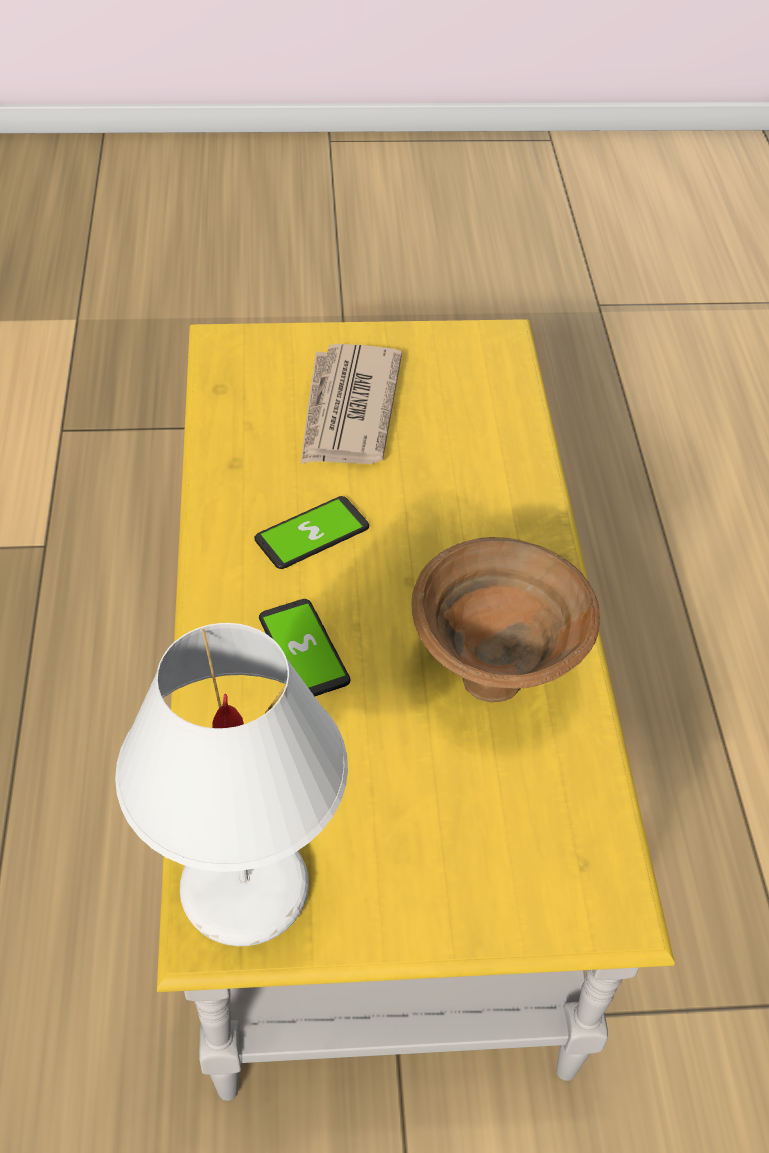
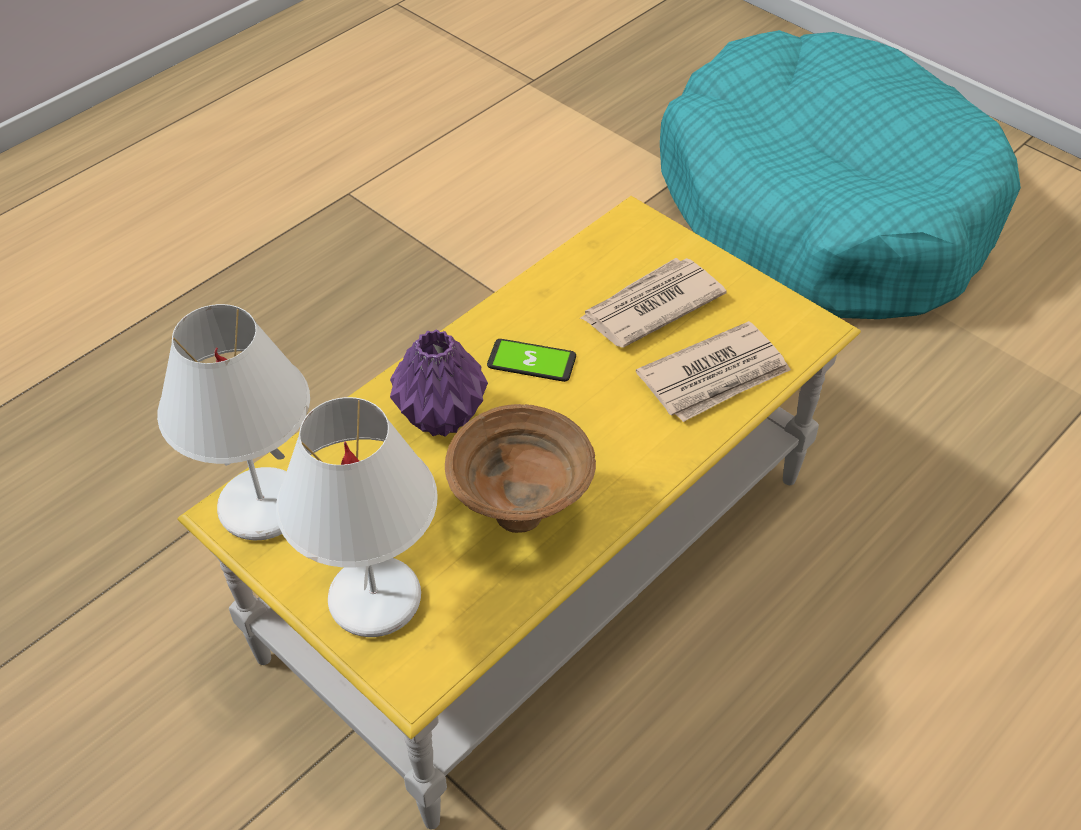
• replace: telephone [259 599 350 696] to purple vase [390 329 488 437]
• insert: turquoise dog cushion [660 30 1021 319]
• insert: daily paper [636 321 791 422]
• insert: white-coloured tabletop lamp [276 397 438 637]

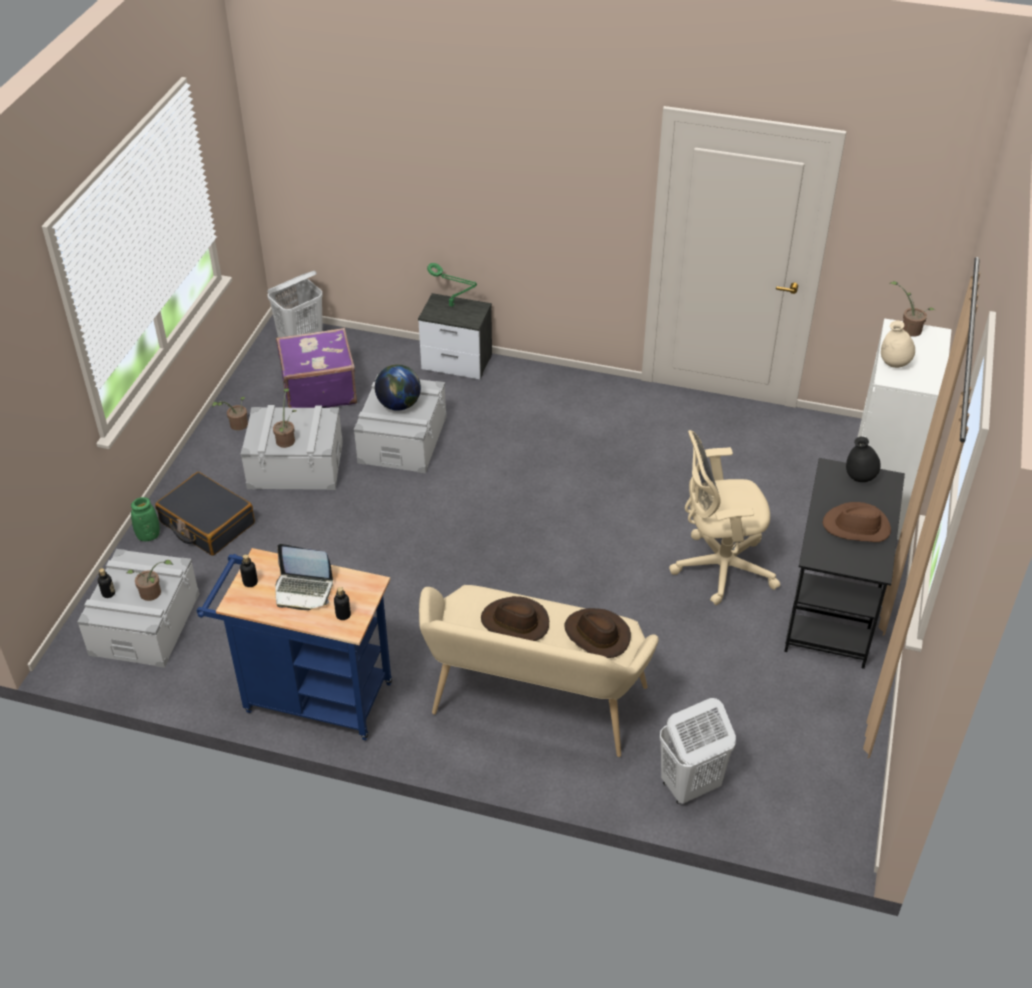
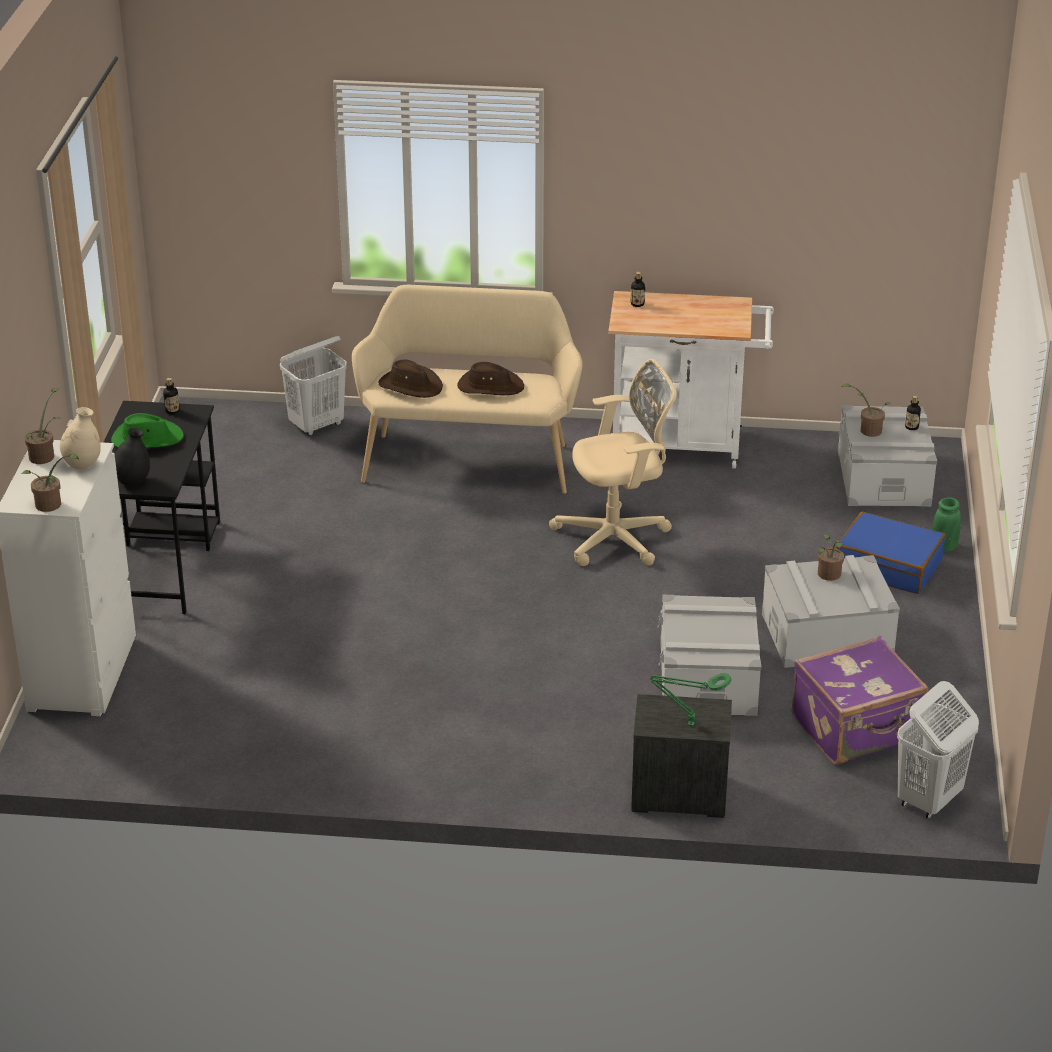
• delete: globe [375 364 421 411]
• move: plant in a pot [212 397 248 431] to [25 388 61 464]
• move: sand-coloured office chair [669 430 780 605] to [549 359 677 566]
• recolor: black-coloured travel case [155 472 255 556] to blue-coloured travel case [836 512 946 594]
• recolor: brown clothing hat [823 502 891 542] to green-coloured clothing hat [111 413 184 447]
• delete: laptop [275 544 333 610]
• recolor: blue-coloured trolley [197 548 392 740] to white-coloured trolley [608 291 774 469]
• move: bottle [240 554 258 587] to [163 378 179 414]

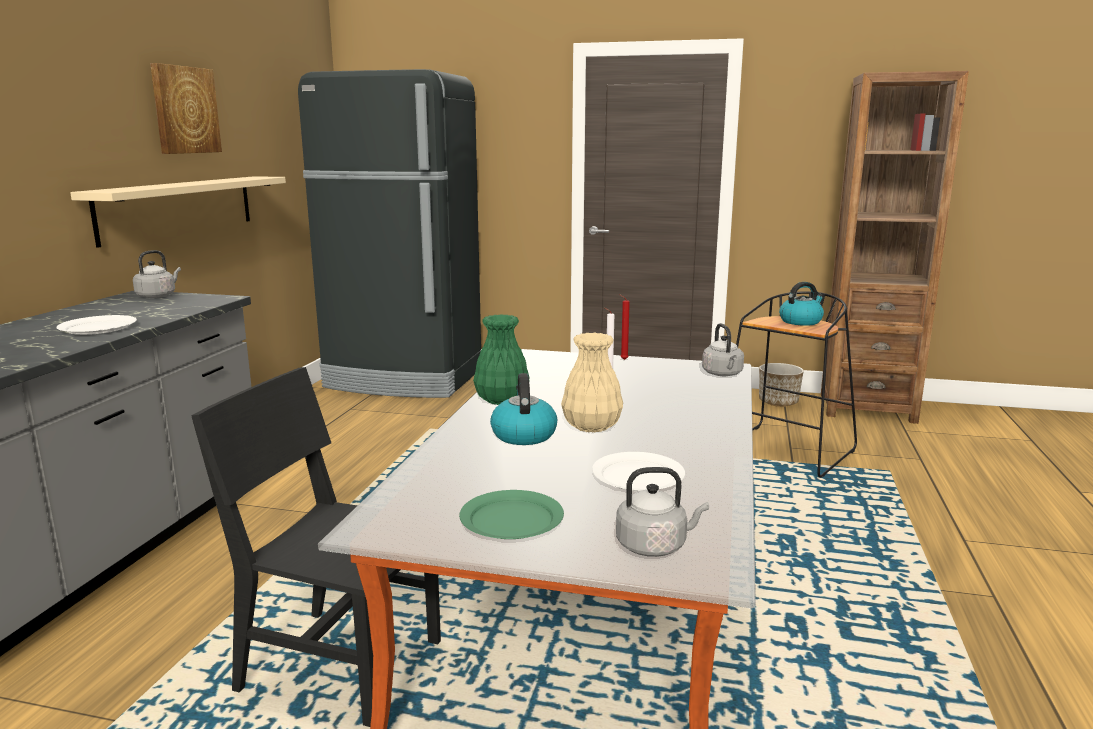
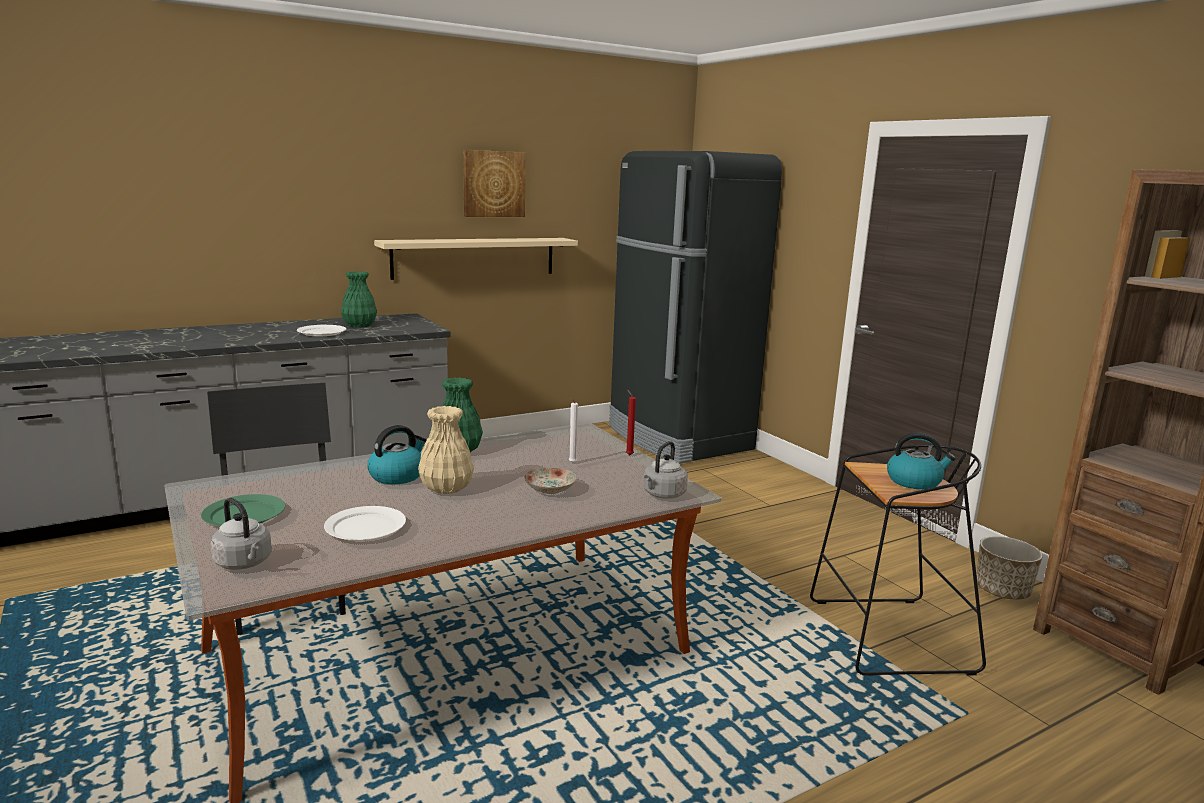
• delete: grey tea kettle [133 250 181 298]
• insert: green-coloured vase [341 271 377 327]
• insert: dinner plate [524 467 577 494]

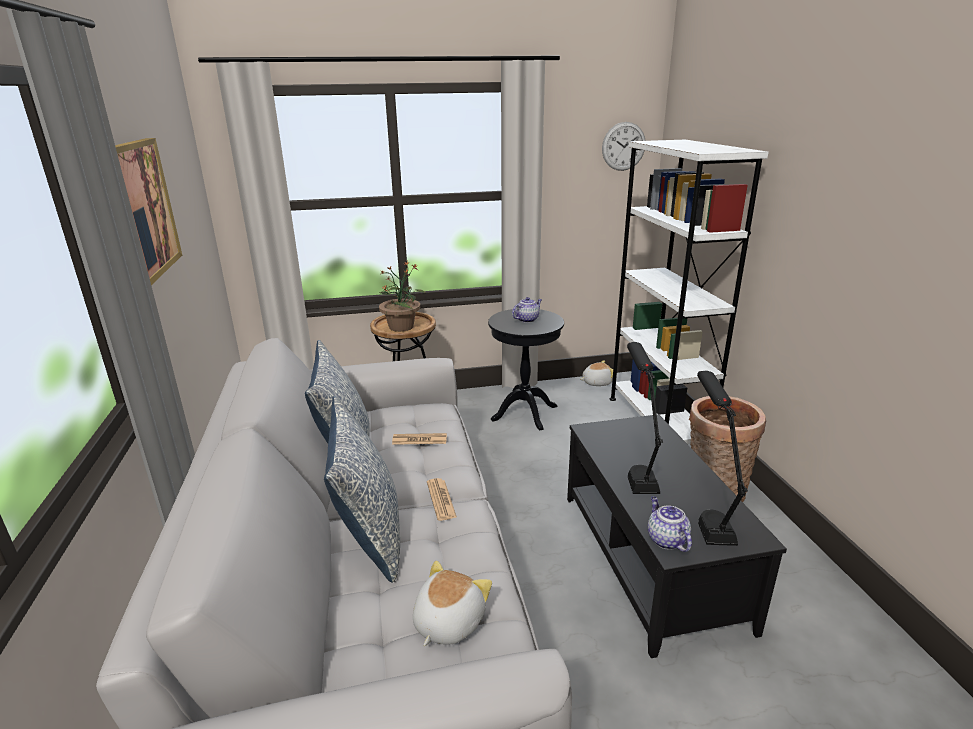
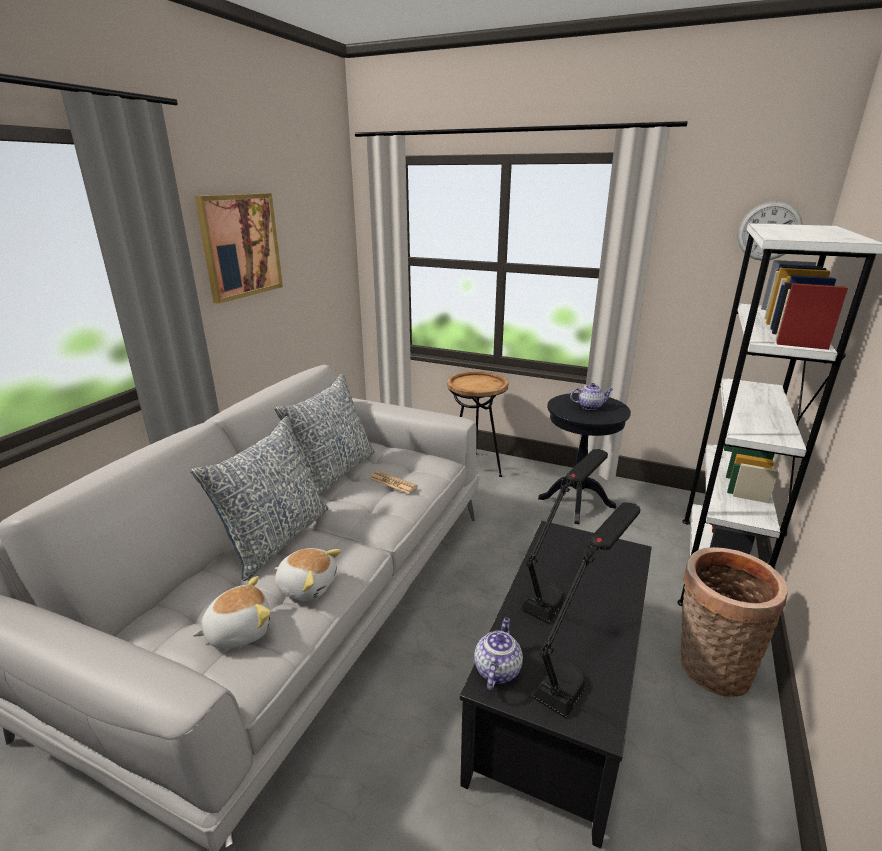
• delete: plant in a pot [379 261 425 332]
• move: plush toy [580 360 613 386] to [274 548 341 601]
• delete: daily paper [427 478 457 521]

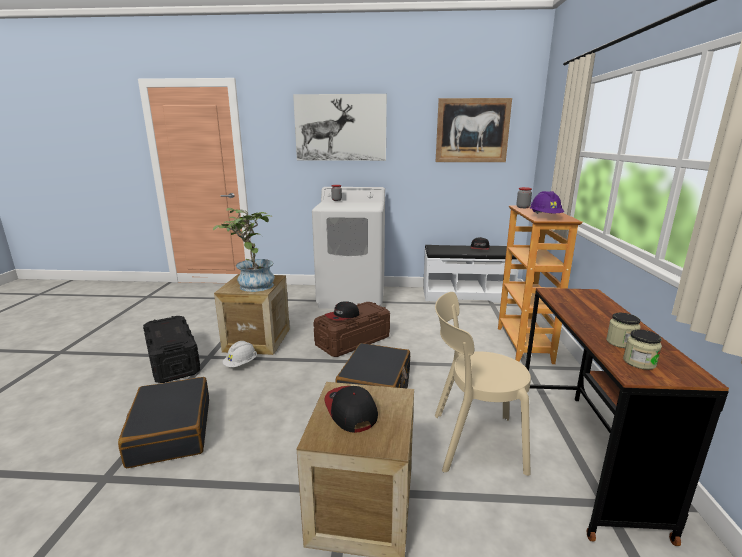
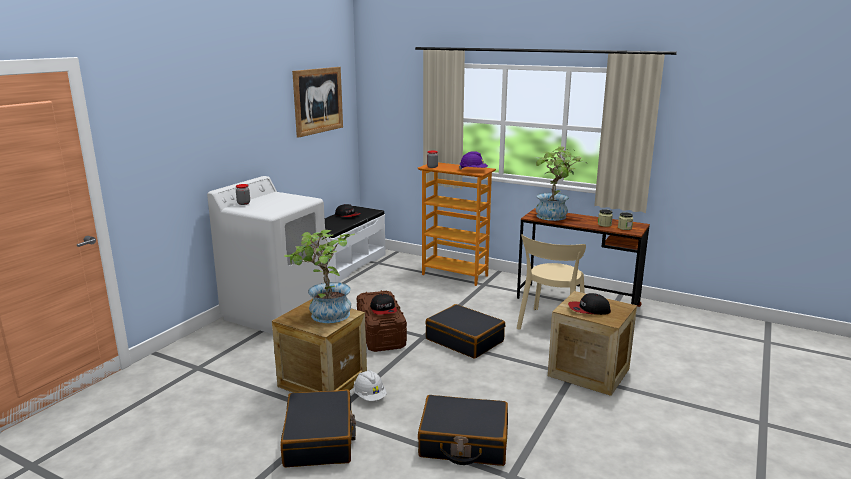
• delete: wall art [293 94 387 161]
• replace: black-coloured storage container [143 316 200 383] to black-coloured travel case [281 390 356 467]
• insert: plant in a pot [536 146 585 221]

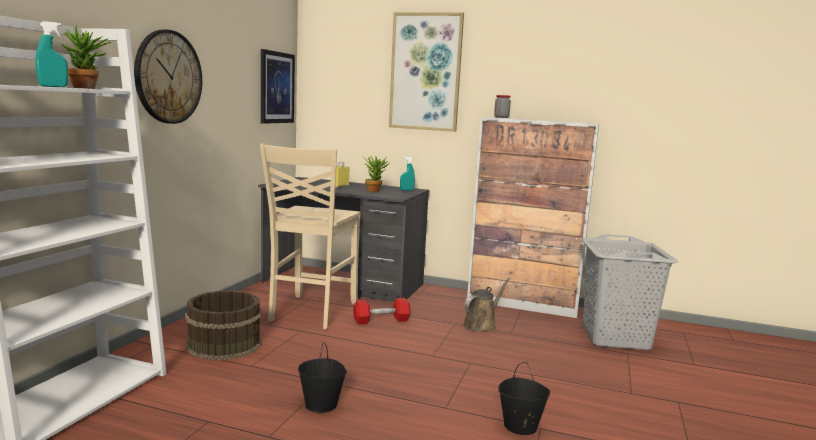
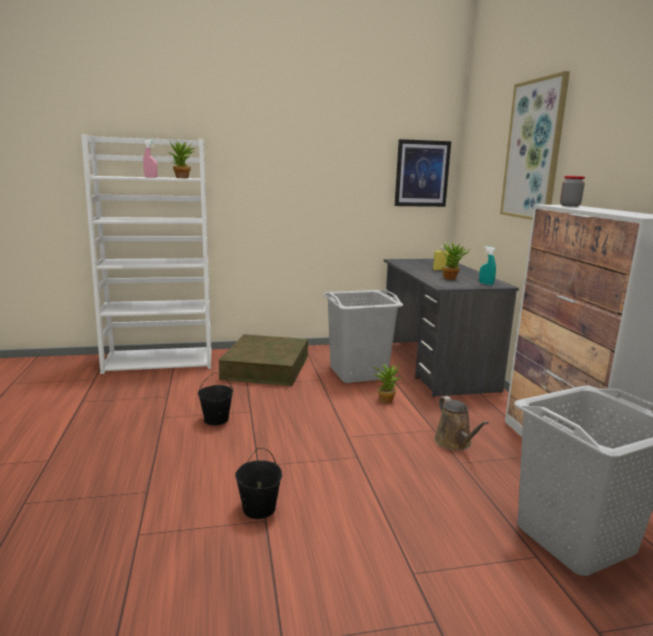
• recolor: turquoise spray bottle [36 21 68 87] to pink-coloured spray bottle [143 140 158 178]
• delete: wall clock [134 30 202 124]
• replace: sand-coloured upright chair [260 144 360 329] to grey hamper [323 290 403 383]
• rotate: brown watering pot [463 277 511 332] = [434 396 489 451] 60 degrees clockwise
• replace: brown water bucket [185 290 261 360] to brown storage container [219 334 308 386]
• replace: red hand weight [353 298 410 325] to plant in a pot [374 364 402 403]

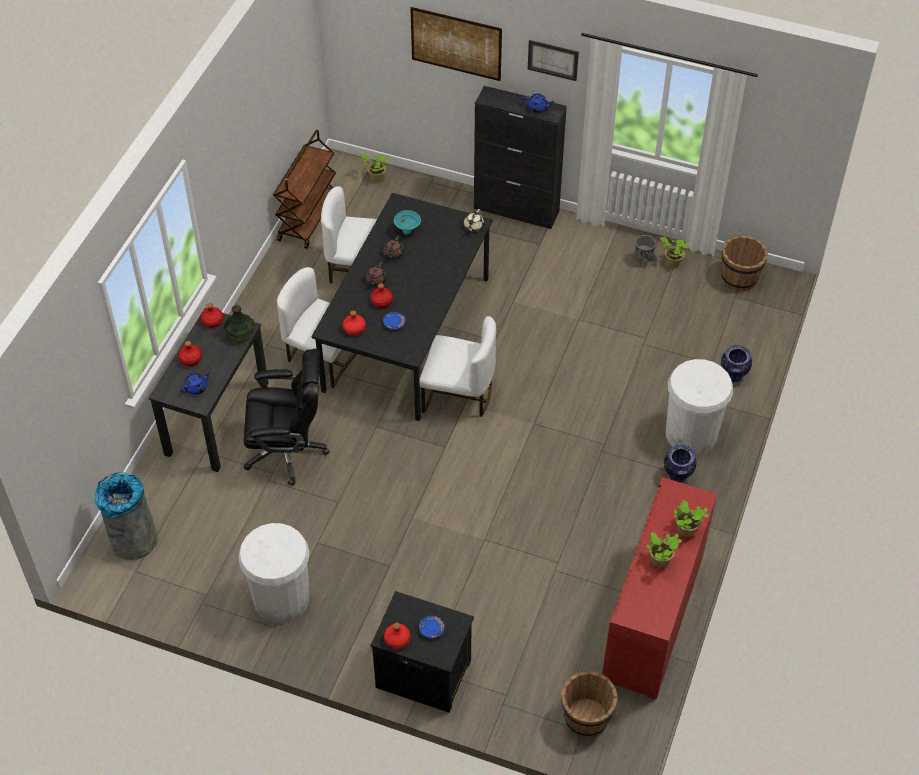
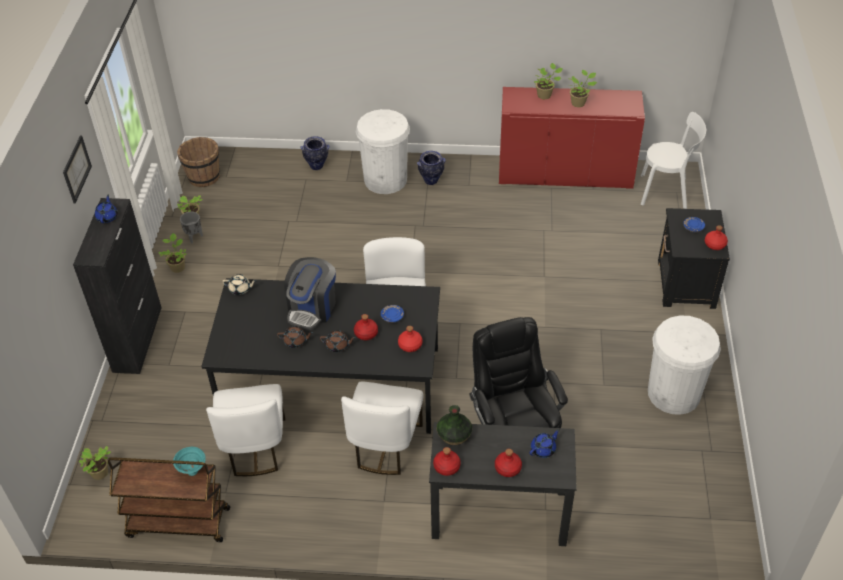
• delete: wall art [410 7 502 81]
• move: turquoise bowl [394 210 421 234] to [173 447 206 476]
• rotate: blue-coloured pot for tea [180 370 211 395] = [529 429 560 458] 105 degrees clockwise
• delete: grey waste bin [94 472 158 560]
• replace: brown water bucket [561 671 618 738] to white-coloured upright chair [641 112 706 209]
• insert: plant in a pot [158 233 187 273]
• insert: coffee maker [284 257 336 330]

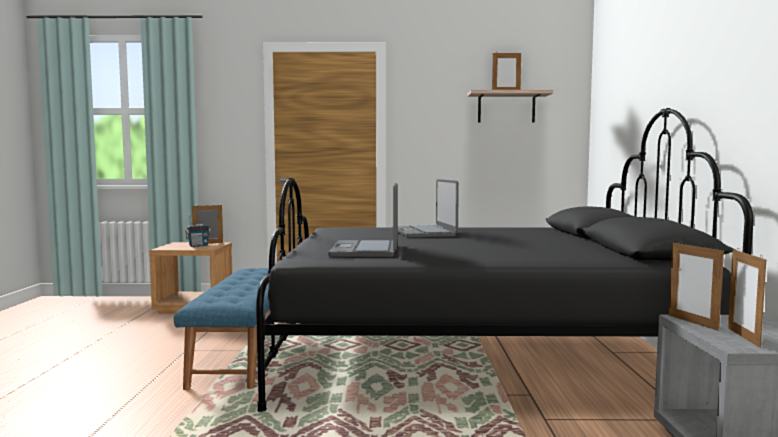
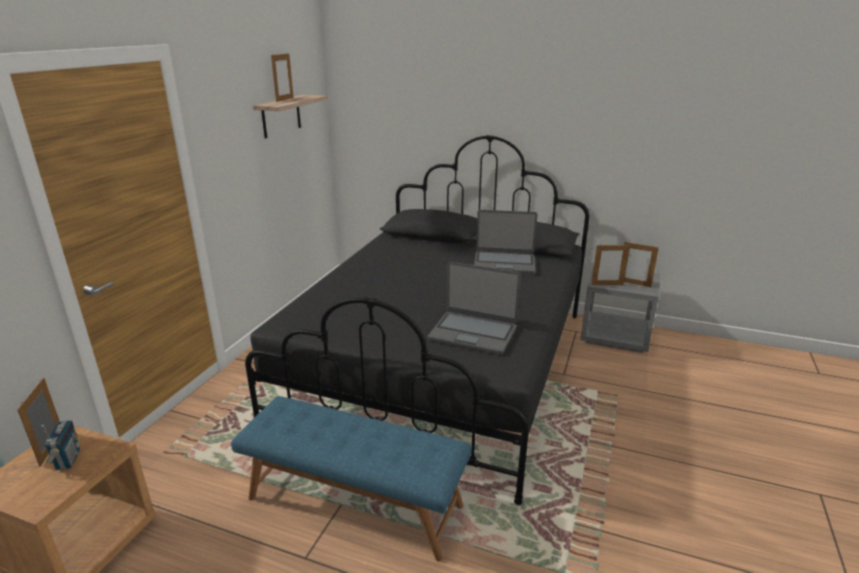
• move: laptop [392 179 459 238] to [474 210 538 274]

